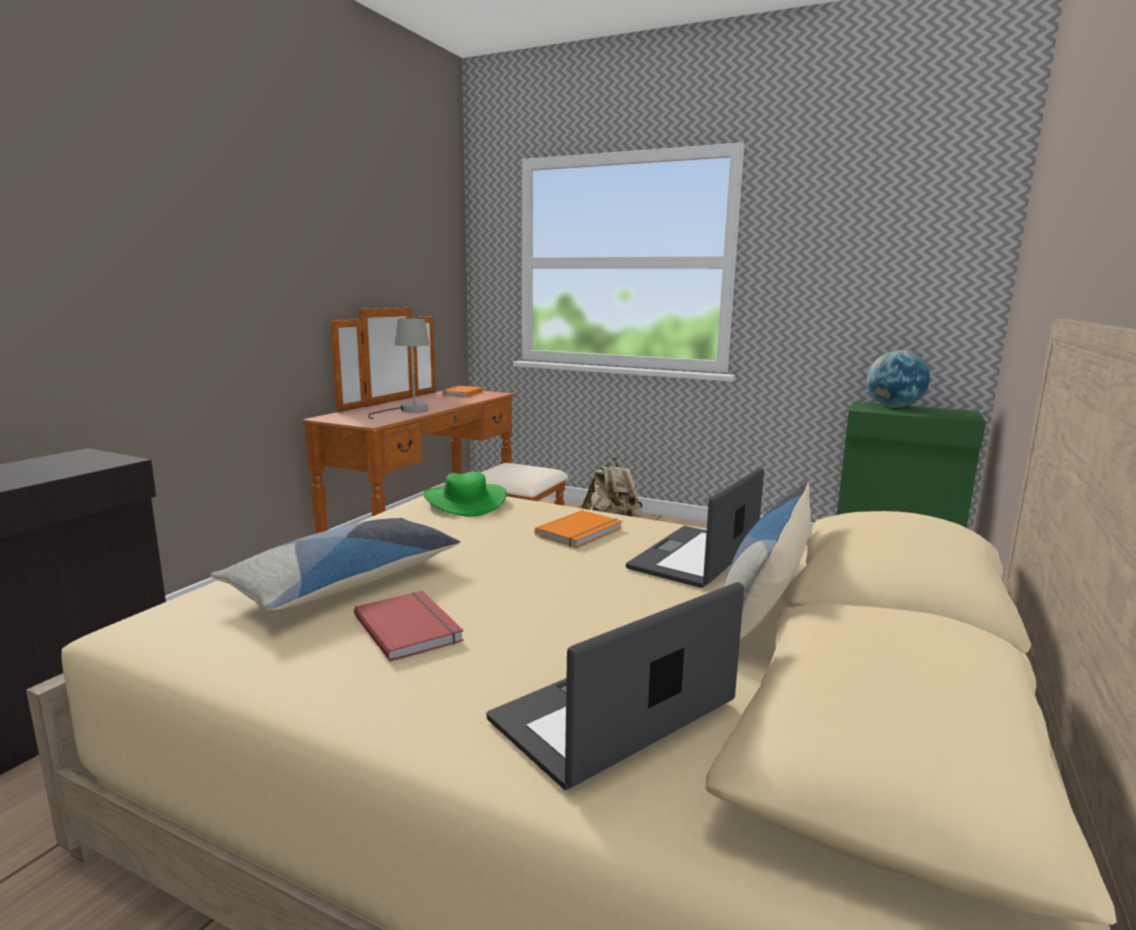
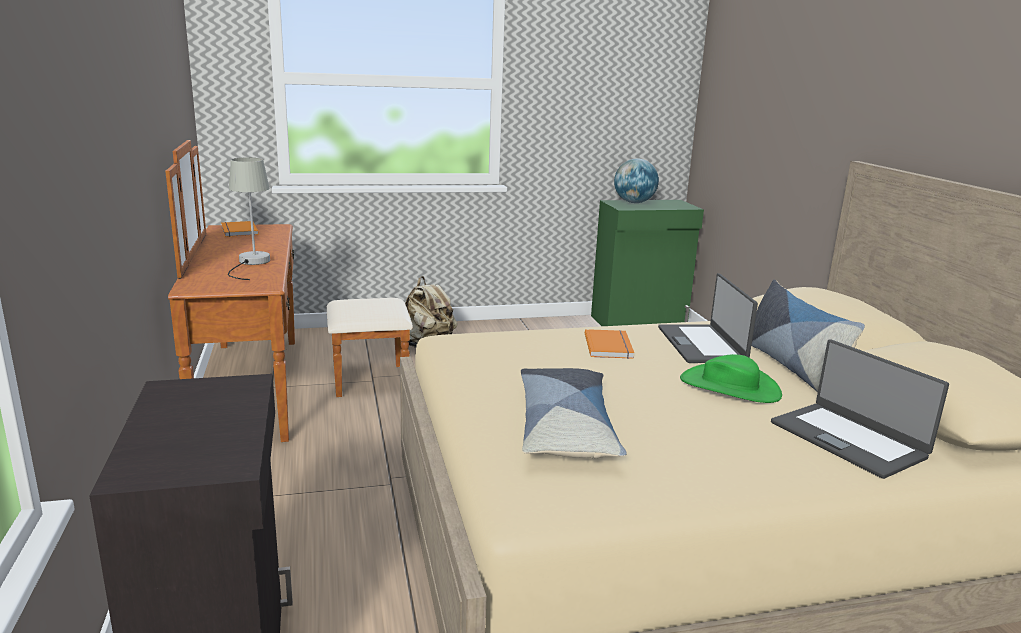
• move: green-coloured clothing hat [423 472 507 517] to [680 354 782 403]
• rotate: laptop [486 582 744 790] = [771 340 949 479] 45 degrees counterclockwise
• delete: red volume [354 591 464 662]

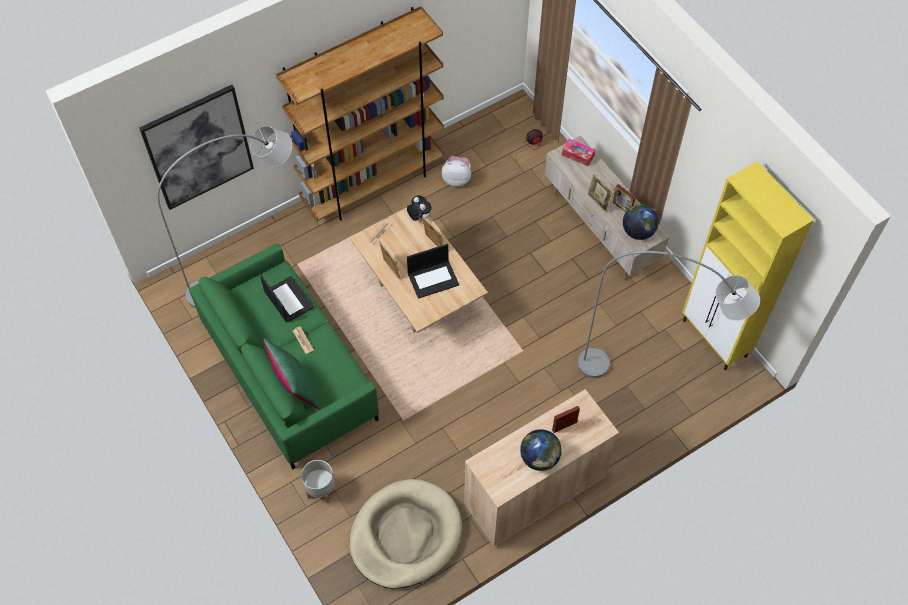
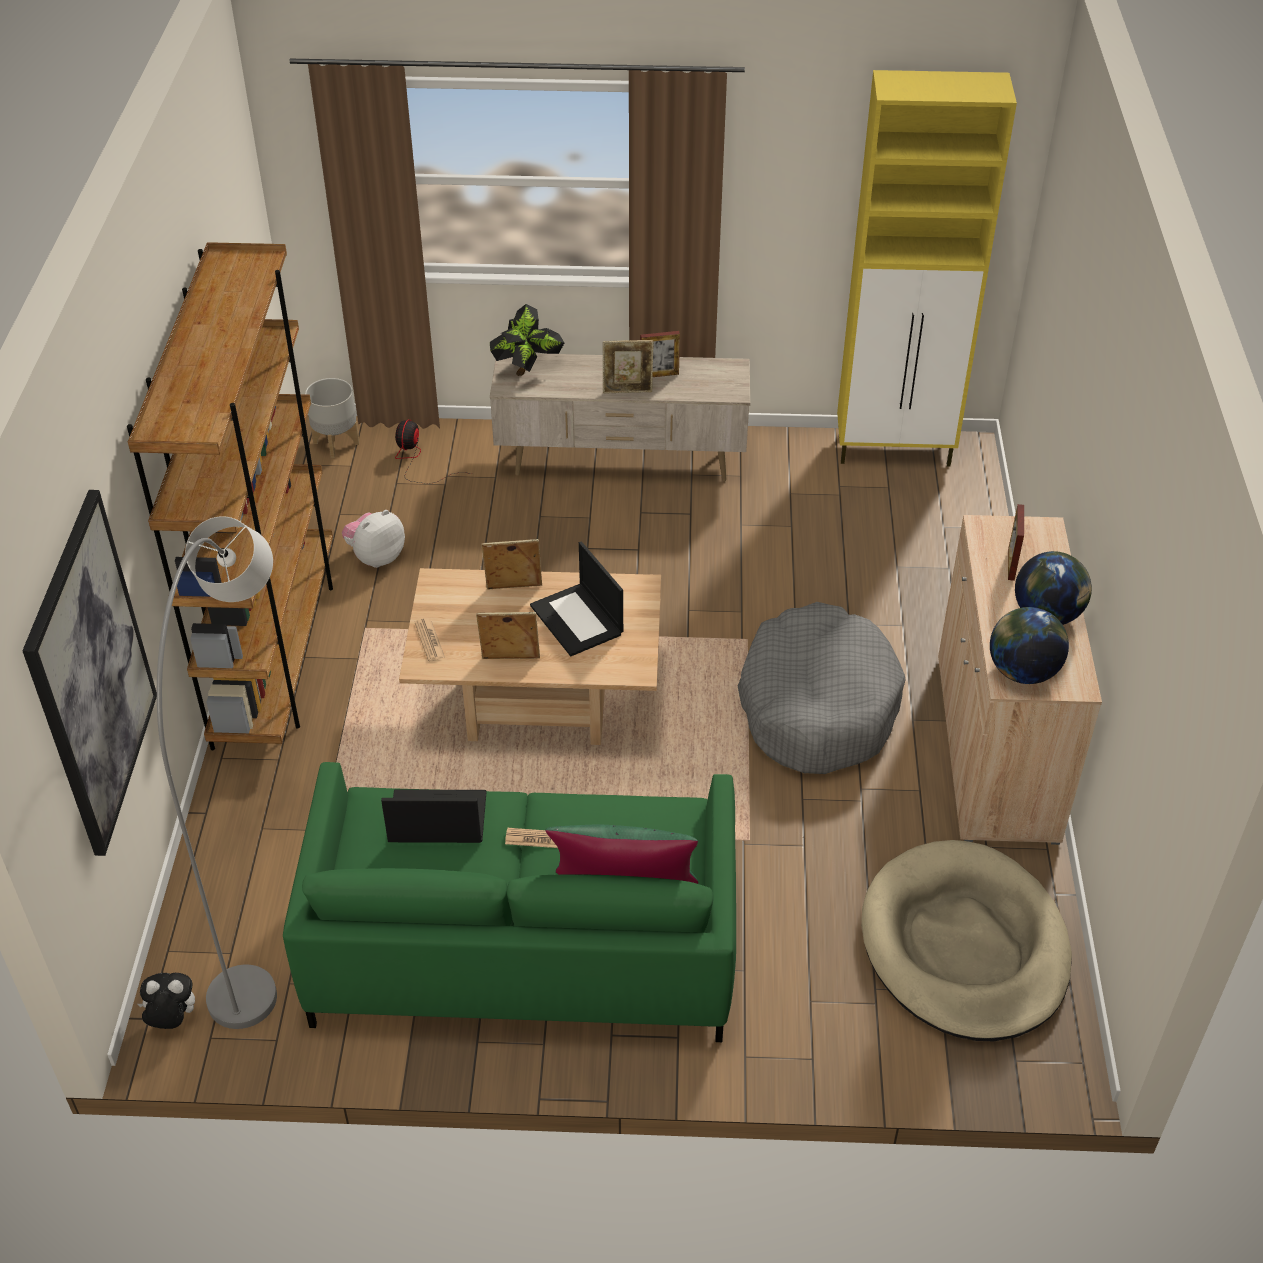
• replace: box of tissues [562 139 595 166] to plant in a pot [490 304 565 376]
• move: plush toy [407 195 432 221] to [137 973 195 1029]
• move: globe [623 204 659 240] to [990 607 1069 684]
• rotate: laptop [407 244 459 299] = [530 541 623 656] 135 degrees clockwise
• delete: grey standing lamp [578 251 760 378]
• move: grey flower pot [301 460 335 503] to [305 378 360 458]
• insert: grey dog cushion [738 602 905 774]

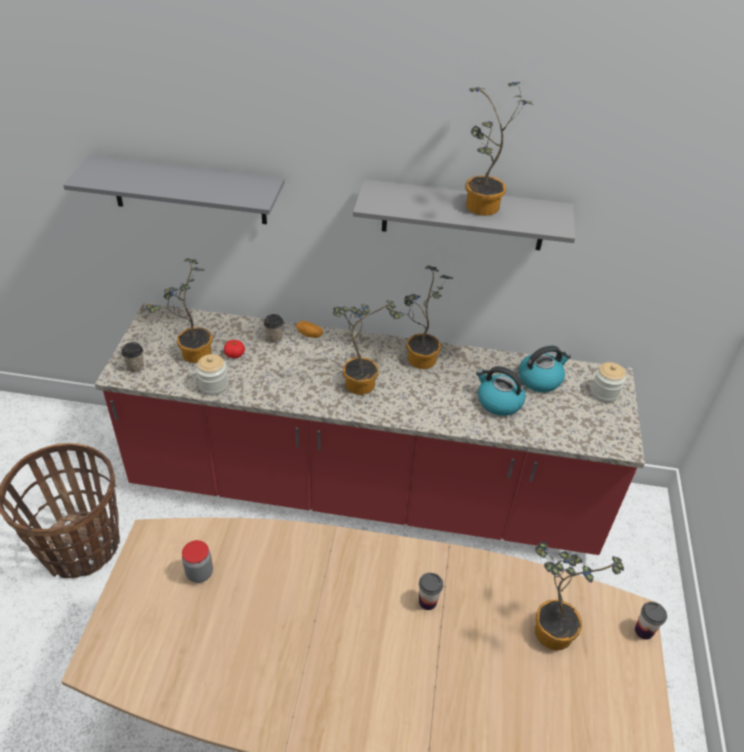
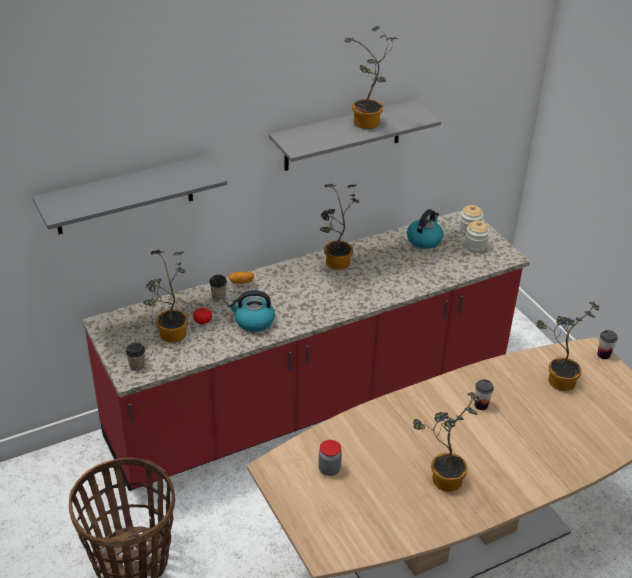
• move: plant in a pot [333 300 396 395] to [413 392 480 491]
• move: jar [196 354 228 395] to [465 221 490 253]
• move: tea kettle [476 366 526 416] to [228 290 275 332]

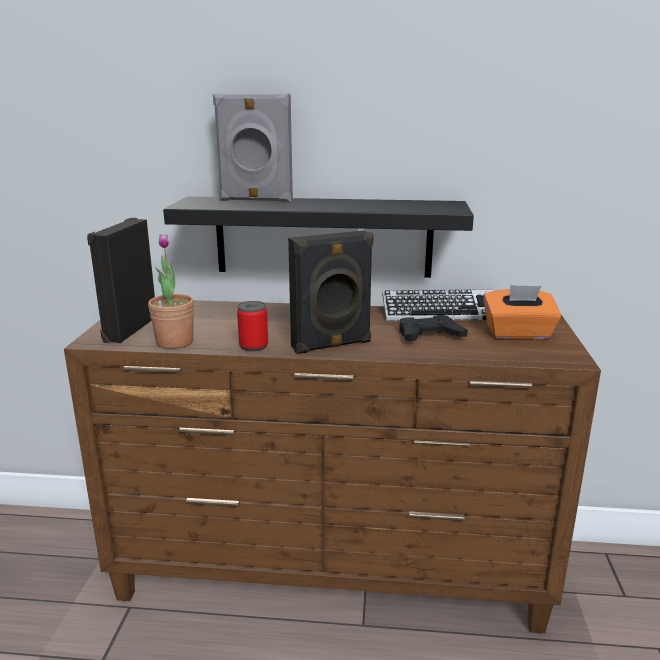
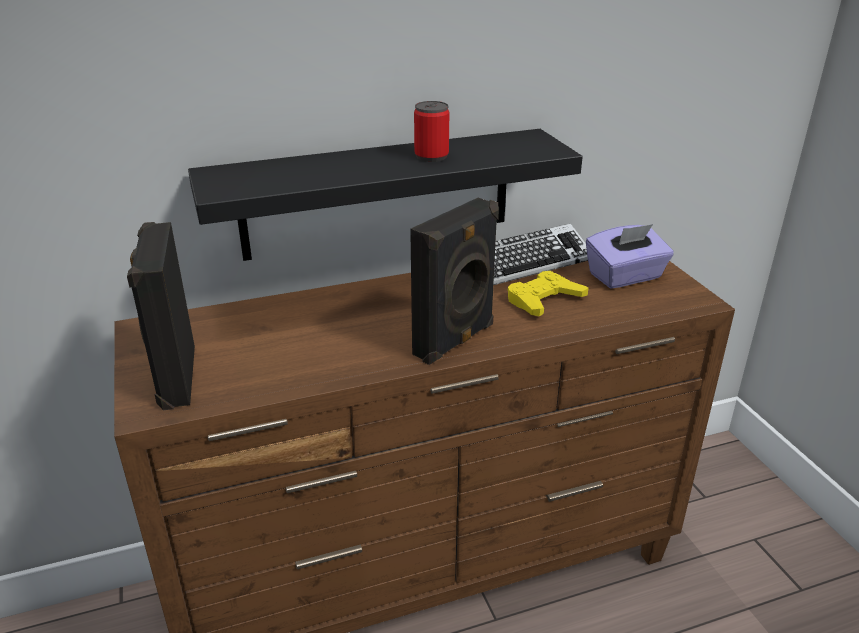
• delete: grey audio speaker [213 93 293 202]
• delete: plant in a pot [148 234 194 349]
• recolor: orange box of tissues [483 285 561 339] to purple box of tissues [586 224 674 289]
• move: metal can [237 301 268 351] to [414 101 449 162]
• recolor: black-coloured game controller [399 315 468 342] to yellow-coloured game controller [508 271 589 317]

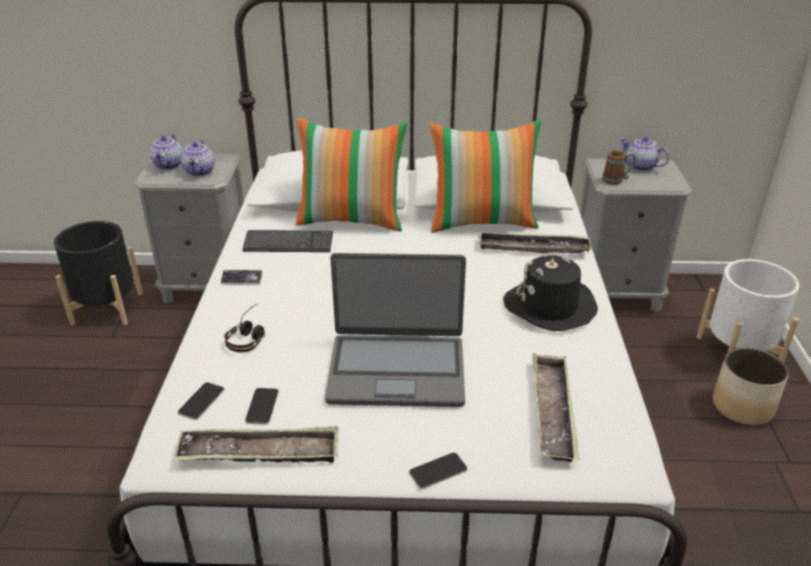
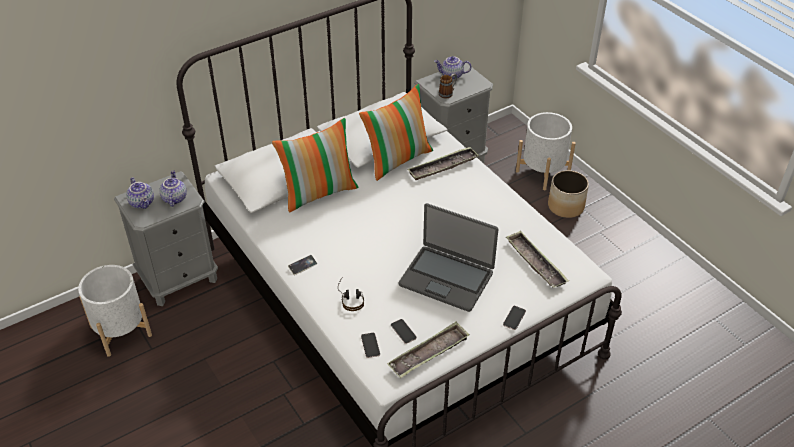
• rotate: pot for tea [181 139 215 176] = [159 170 187 207] 150 degrees counterclockwise
• recolor: black-coloured flower pot [54 221 143 325] to white-coloured flower pot [78 265 152 357]
• delete: computer keyboard [242 230 333 252]
• rotate: laptop [325 253 466 407] = [399 203 498 312] 60 degrees clockwise
• delete: black-coloured clothing hat [503 253 598 331]

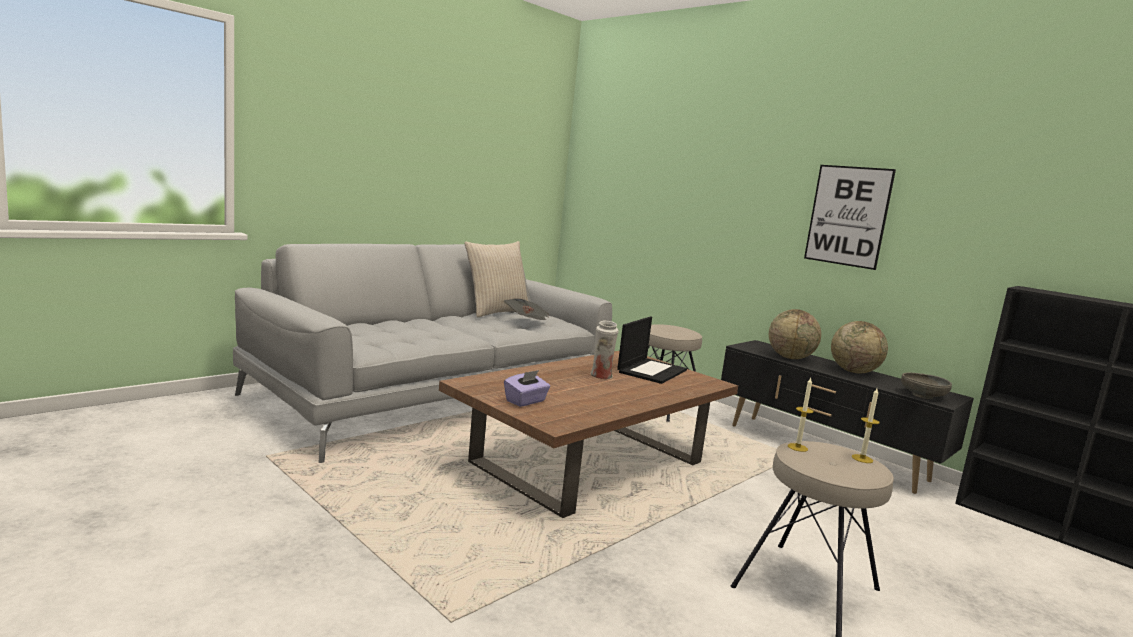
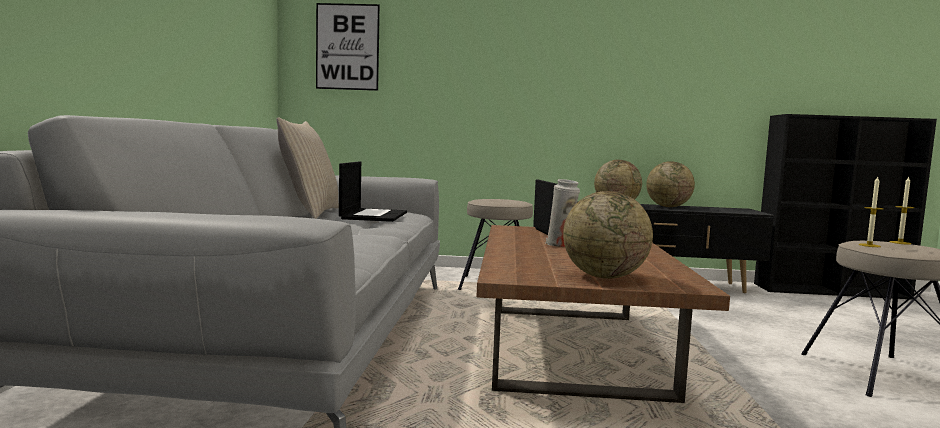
• move: wall art [804 165 896 270] to [316 3 380 91]
• replace: daily paper [503 299 549 320] to laptop [339 161 407 222]
• replace: purple box of tissues [504 370 550 407] to globe [563 191 653 279]
• delete: grey bowl [901 373 952 399]

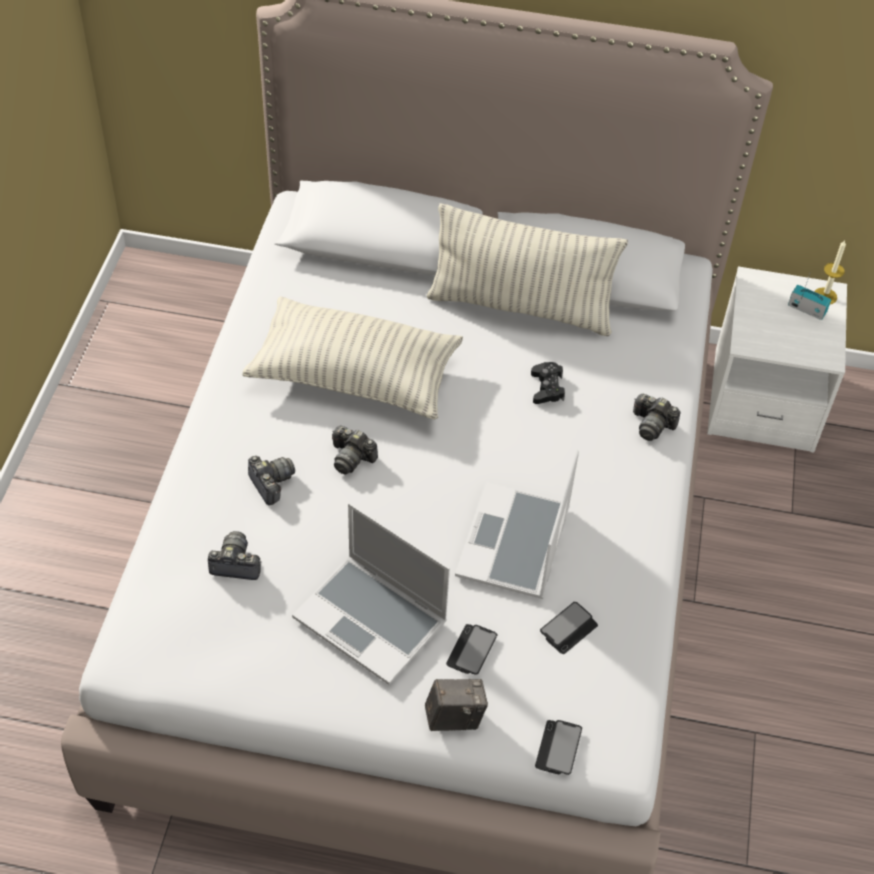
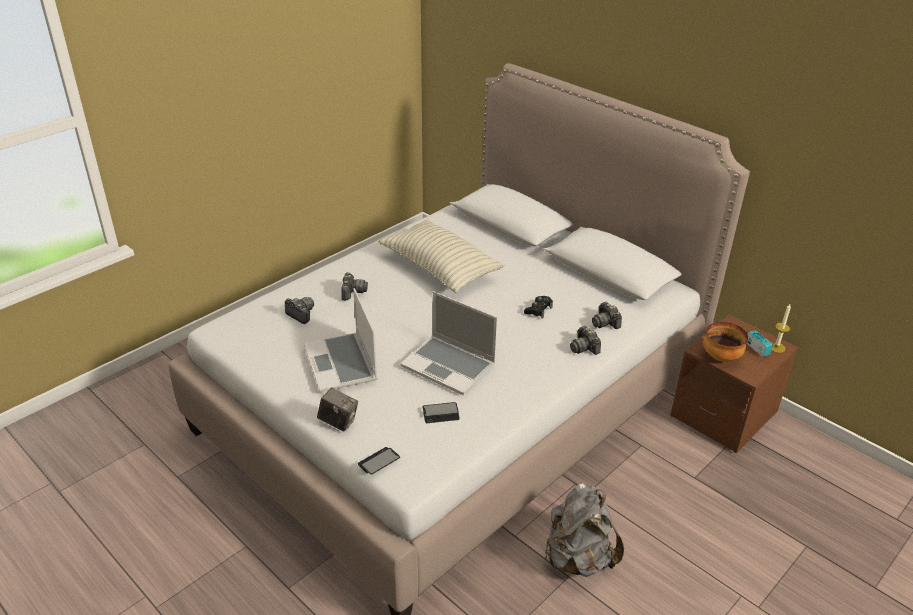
• delete: cushion [427 203 628 336]
• recolor: white-coloured bedside table [707 266 847 453] to brown bedside table [670 315 798 453]
• move: photo camera [332 426 378 474] to [592 302 622 329]
• rotate: laptop [455 449 579 599] = [401 291 497 395] 105 degrees counterclockwise
• delete: telephone [446 624 497 675]
• insert: bowl [703 322 748 362]
• insert: grey rucksack [544 483 624 577]

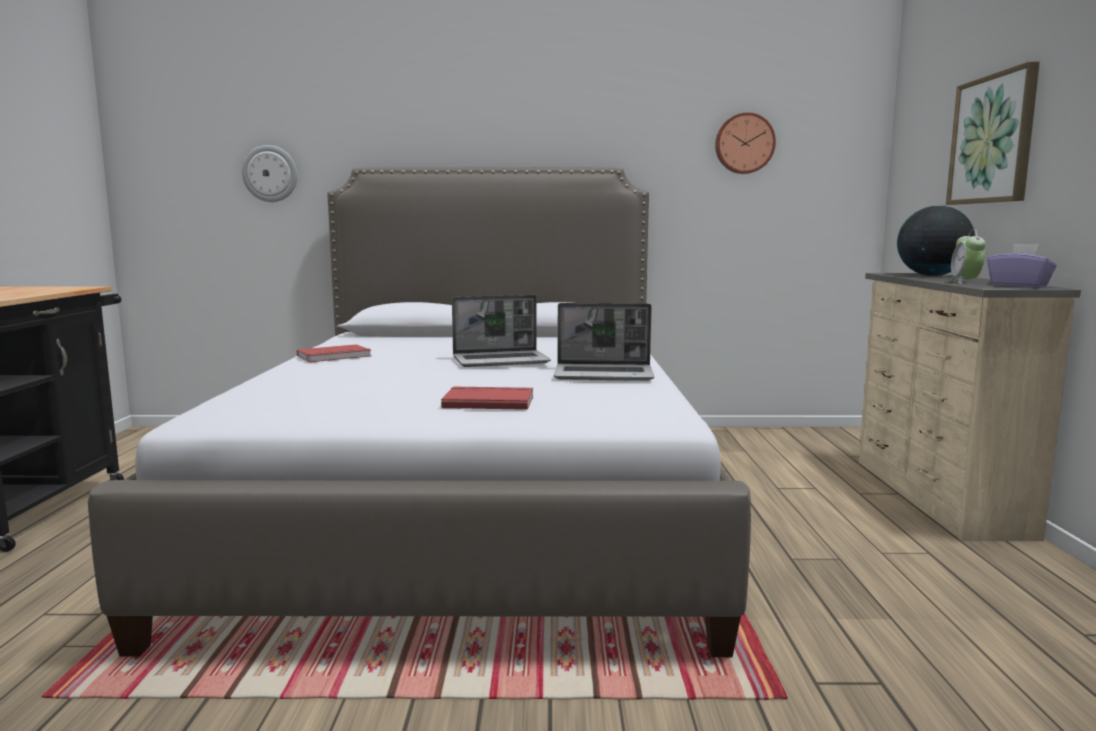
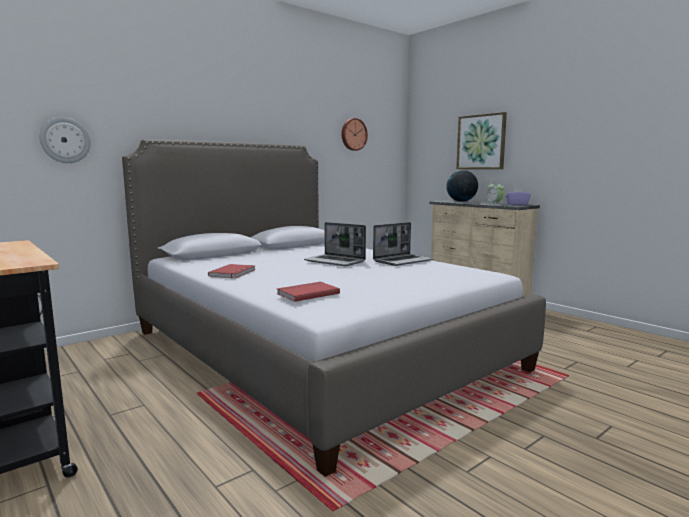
• rotate: laptop [452 295 551 367] = [304 222 366 266] 90 degrees clockwise
• move: red volume [441 387 533 410] to [277 282 340 302]

